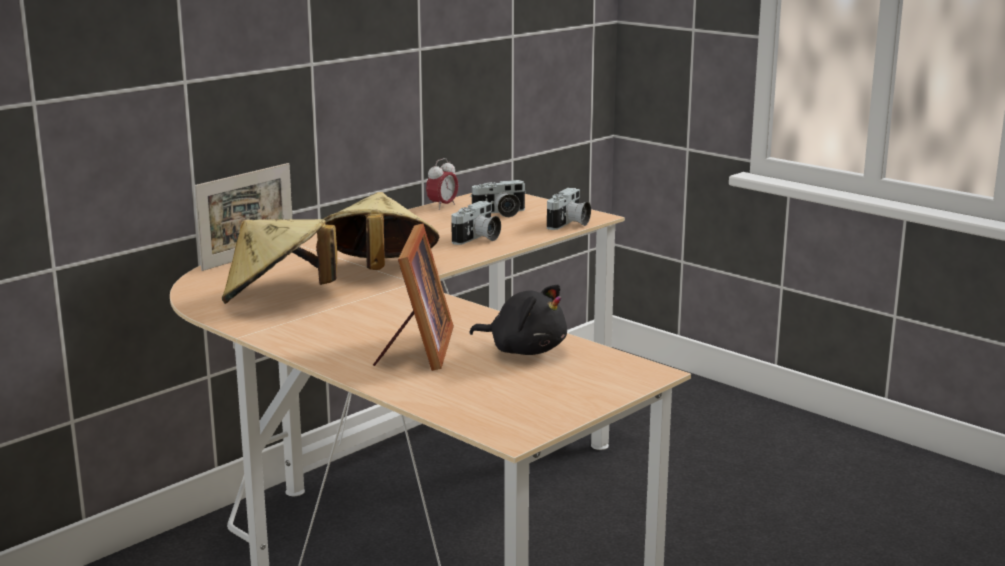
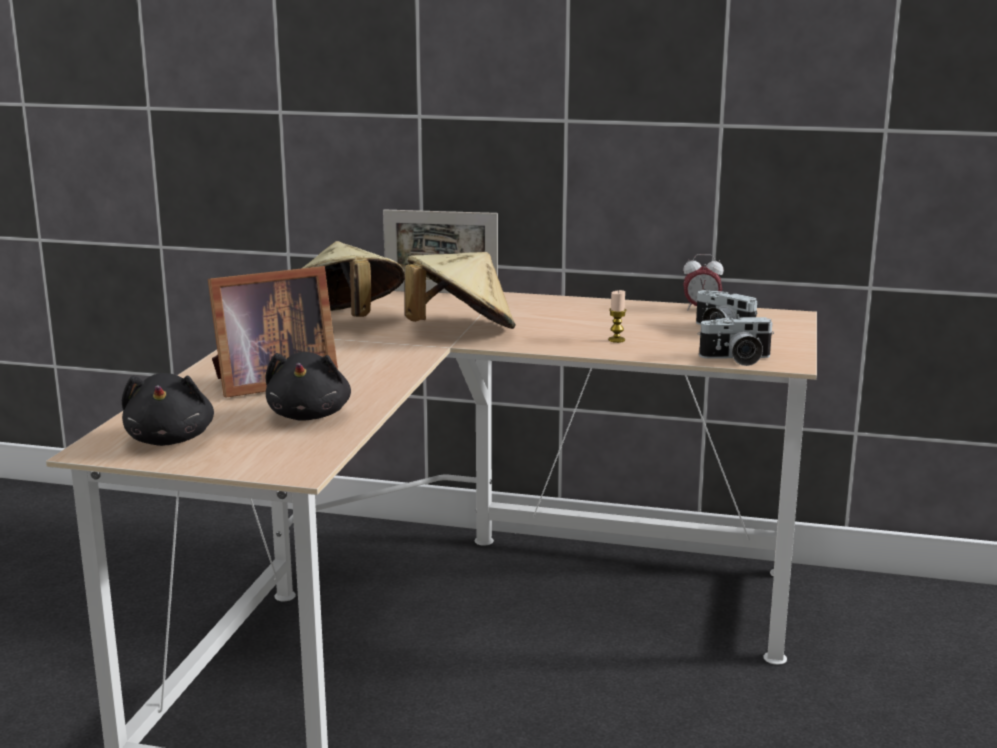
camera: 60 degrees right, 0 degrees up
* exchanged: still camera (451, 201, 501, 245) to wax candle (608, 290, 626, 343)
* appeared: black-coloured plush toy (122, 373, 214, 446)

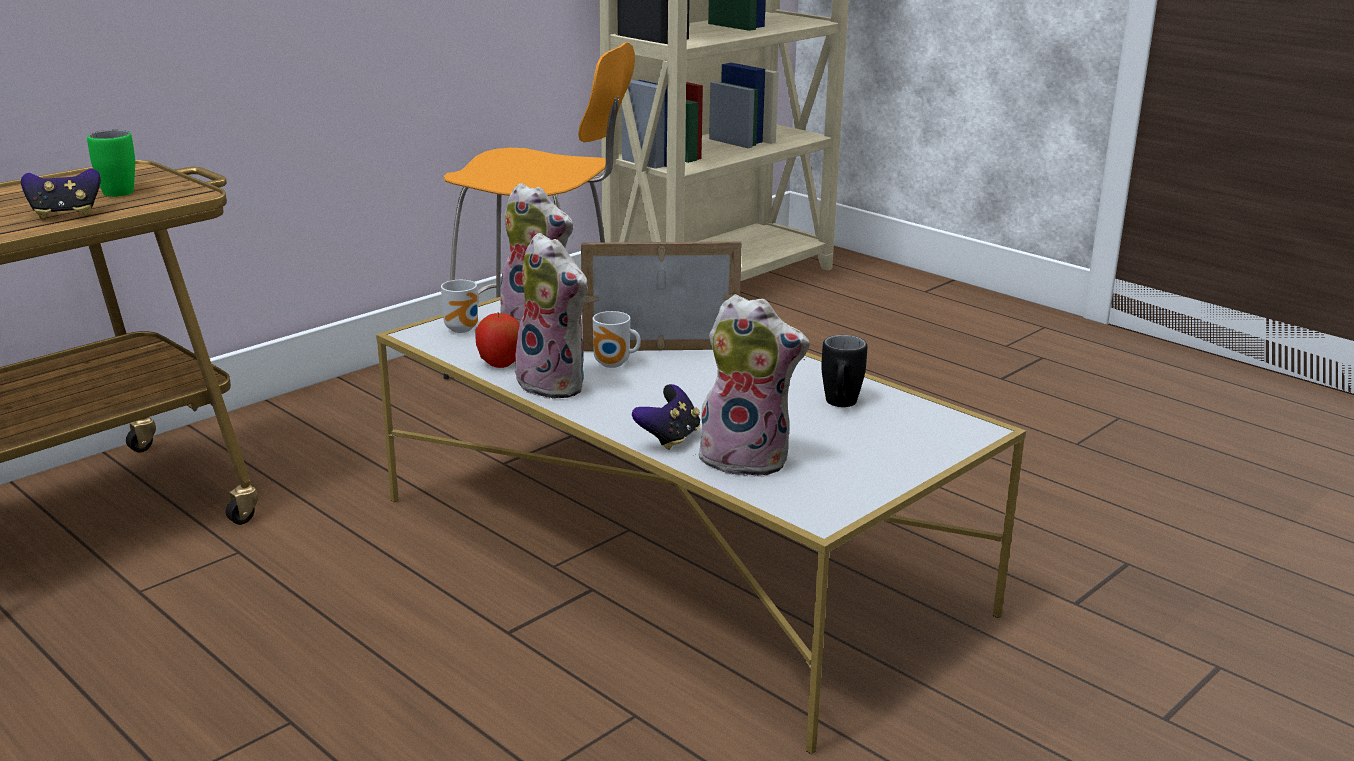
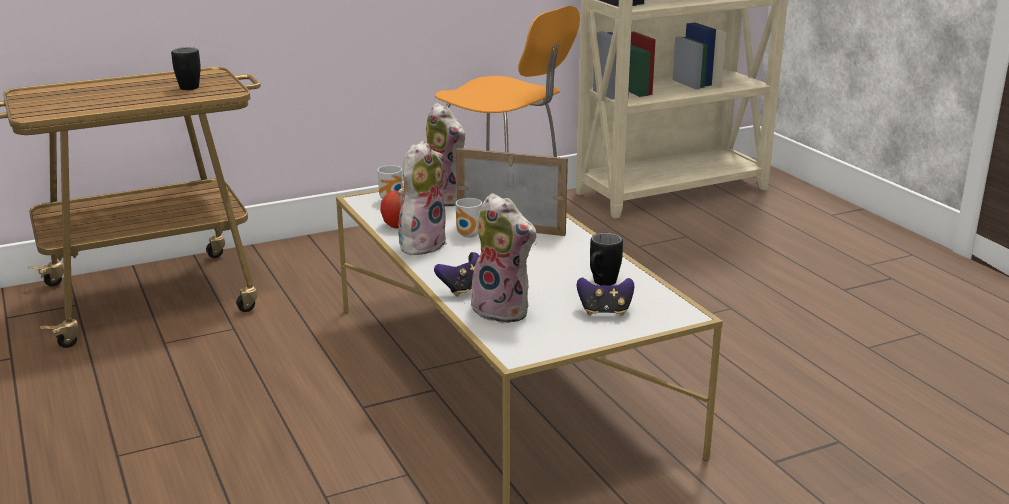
camera: 20 degrees right, 0 degrees up
* relocated: joypad (21, 169, 101, 219) to (577, 277, 634, 316)
* colour: greenish mug (87, 130, 135, 197) to black-coloured mug (171, 47, 201, 90)
* spun: plush toy (508, 233, 589, 399) = (398, 140, 447, 255) 120 degrees counterclockwise

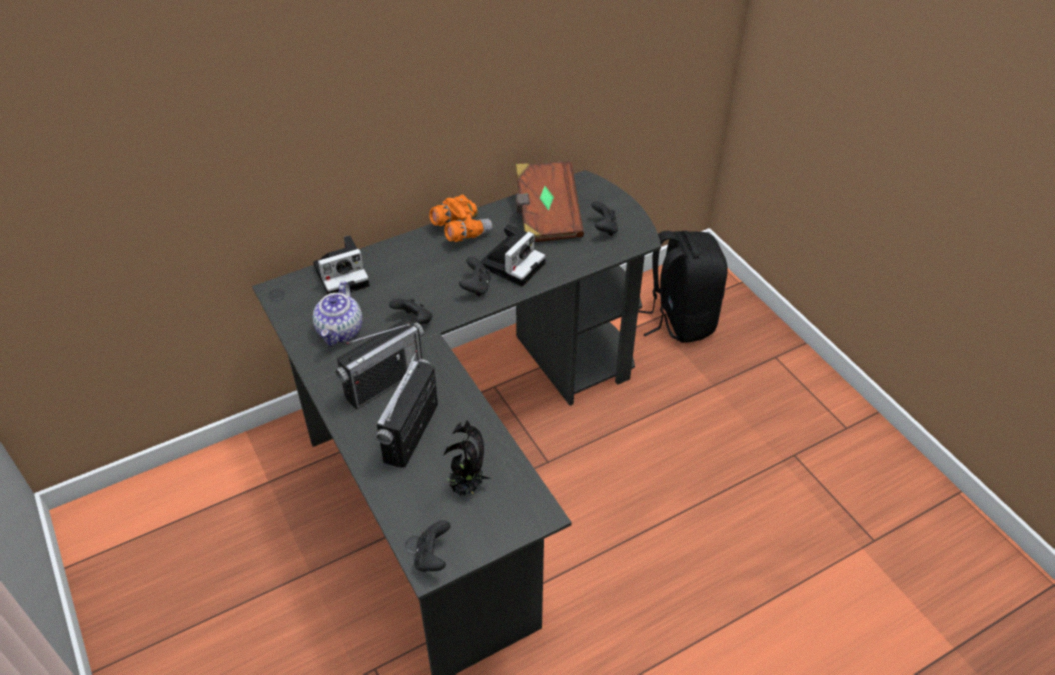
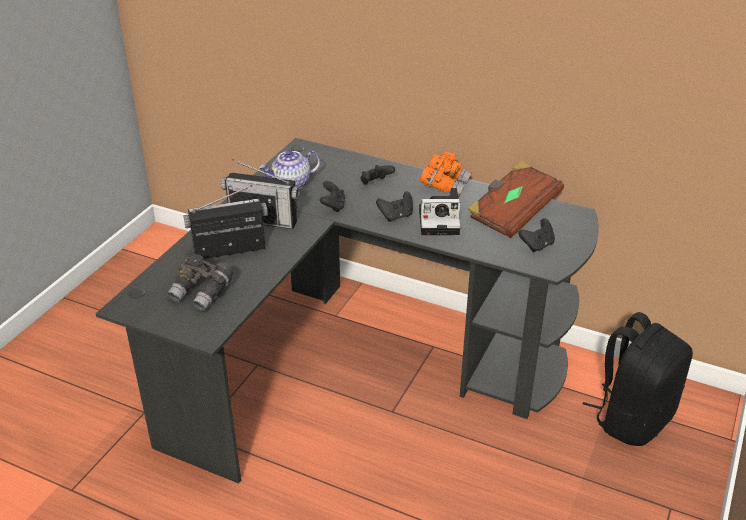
camera: 55 degrees right, 10 degrees down
* missing: still camera (313, 235, 370, 295)
* relocated: black-coloured joypad (414, 520, 450, 572) to (360, 165, 395, 185)
* exchanged: plant in a pot (442, 421, 491, 496) to grey binoculars (167, 254, 233, 311)

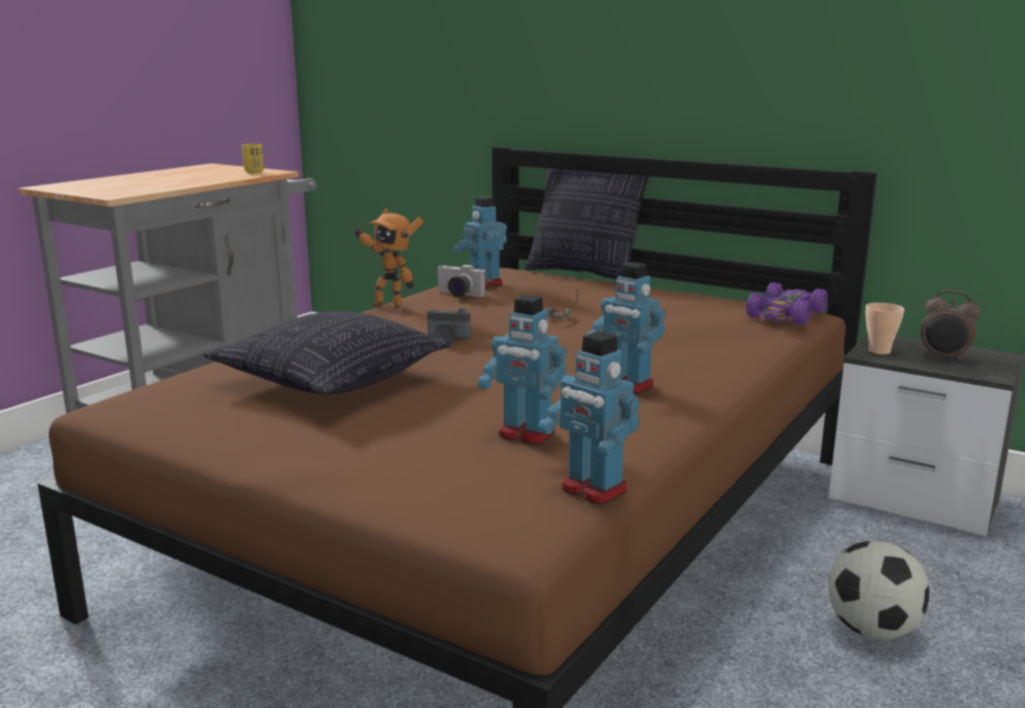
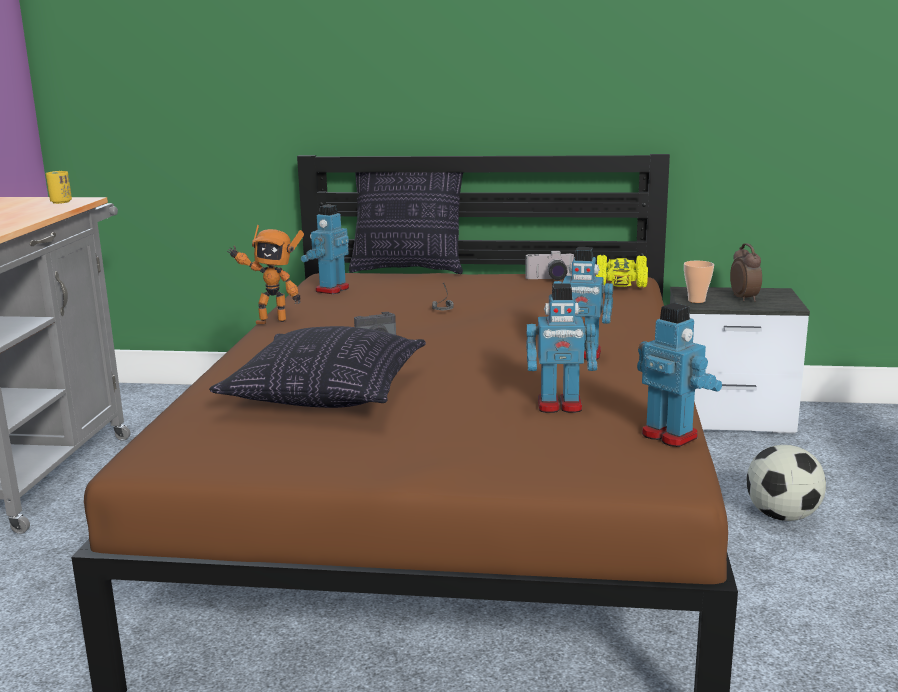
camera: 25 degrees left, 0 degrees up
* relocated: still camera (437, 264, 486, 297) to (525, 251, 575, 280)
* spun: model robot (538, 331, 640, 504) = (637, 303, 722, 447) 150 degrees counterclockwise
* colour: purplish toy car (746, 282, 828, 326) to yellow toy car (596, 255, 648, 287)
* spun: alarm clock (921, 290, 980, 362) = (730, 243, 762, 302) 105 degrees counterclockwise

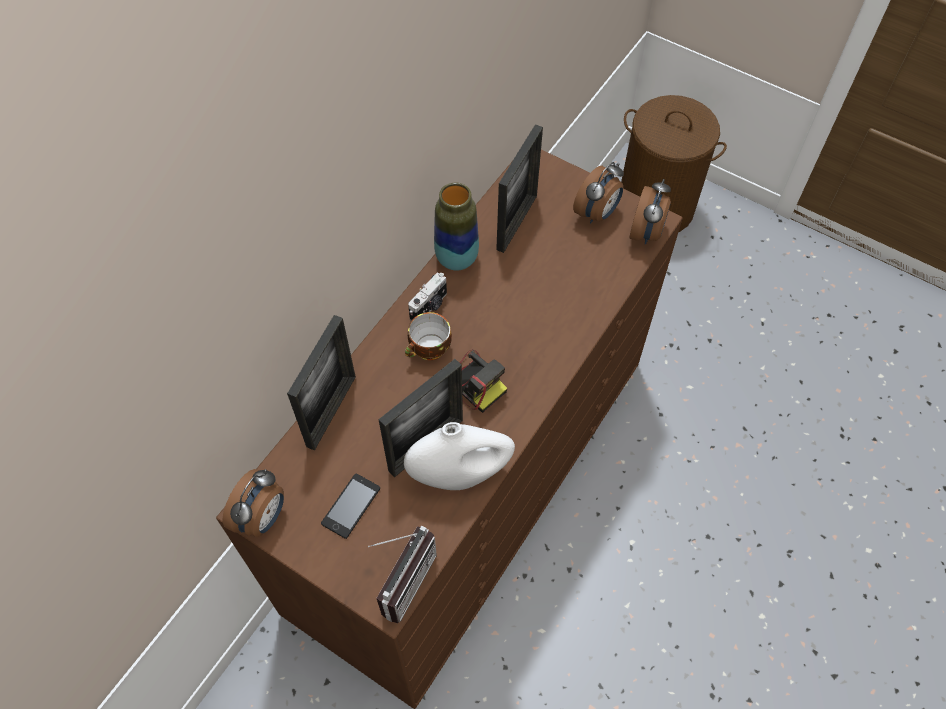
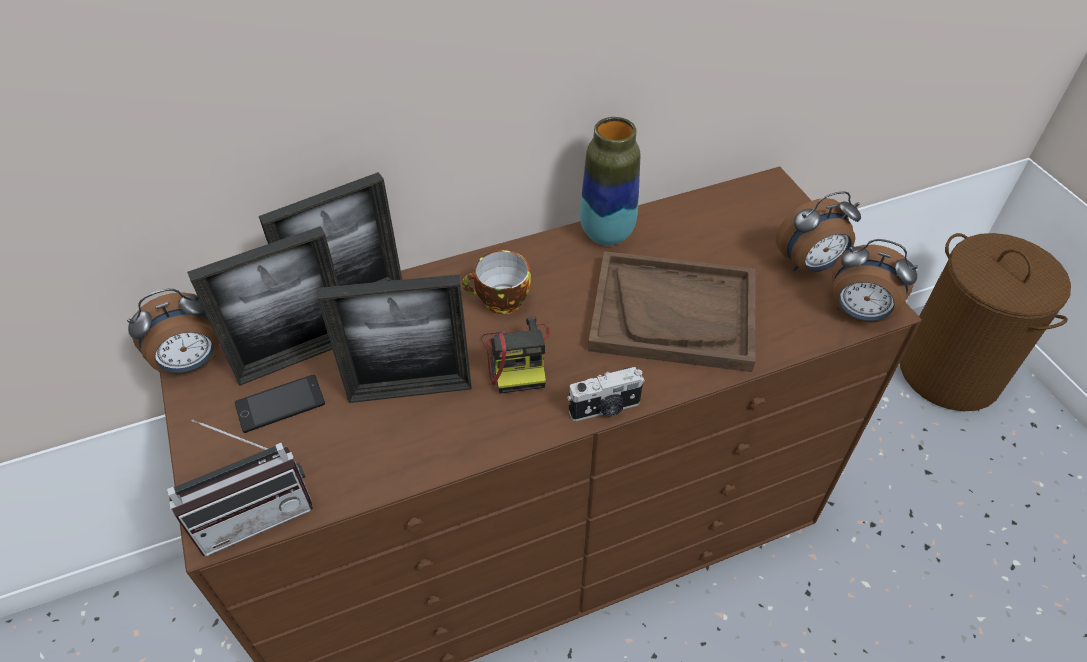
camera: 35 degrees right, 10 degrees down
* missing: white-coloured decorative vase (404, 422, 515, 490)
* relocated: still camera (408, 272, 447, 321) to (567, 367, 645, 421)
* relocated: photo frame (496, 124, 543, 253) to (187, 226, 339, 386)
* spun: alarm clock (629, 179, 671, 245) = (832, 239, 918, 323) 60 degrees clockwise
* appeared: brownish carrying tray (588, 251, 756, 372)

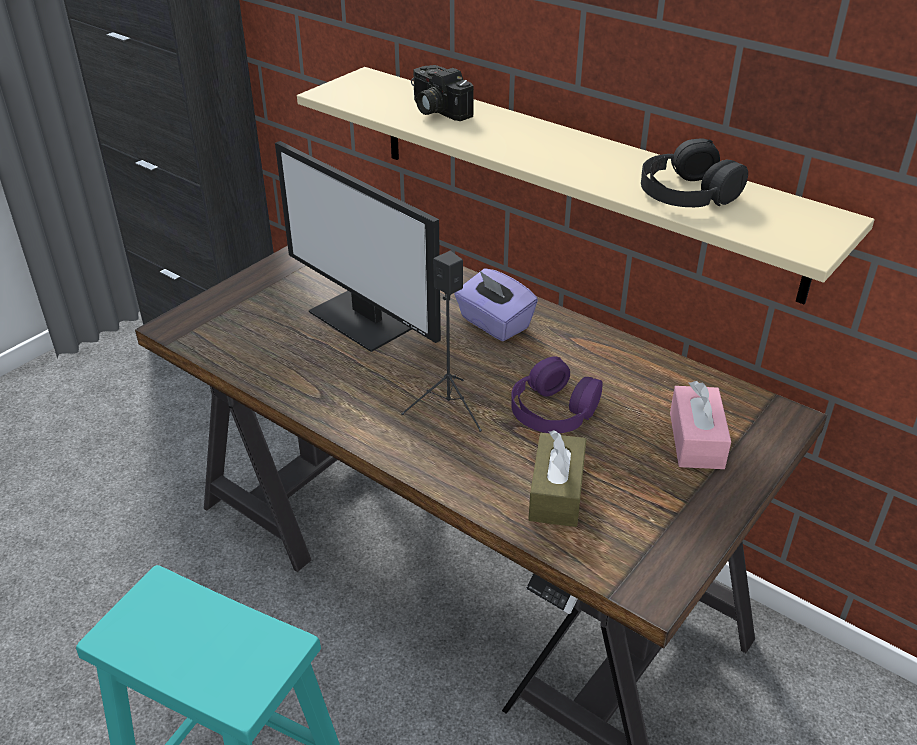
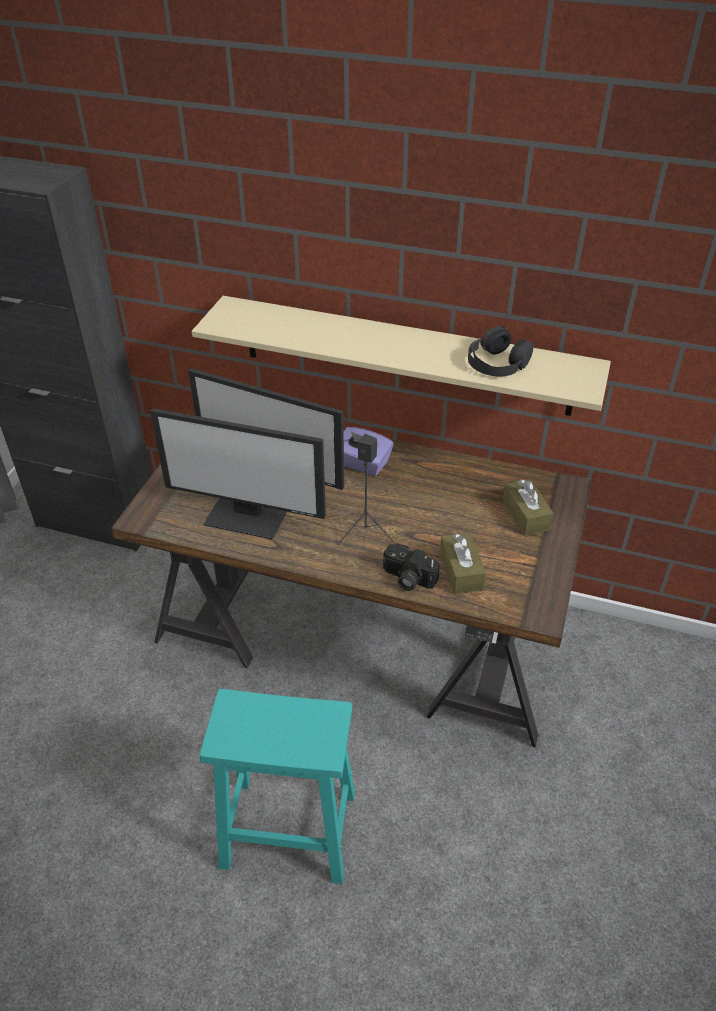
camera: 20 degrees left, 5 degrees up
* relocated: still camera (411, 65, 474, 121) to (382, 543, 440, 591)
* missing: purplish pair of headphones (511, 356, 603, 433)
* colour: pink box of tissues (670, 381, 731, 469) to brownish box of tissues (503, 479, 554, 536)
* appeared: computer screen (150, 408, 326, 540)

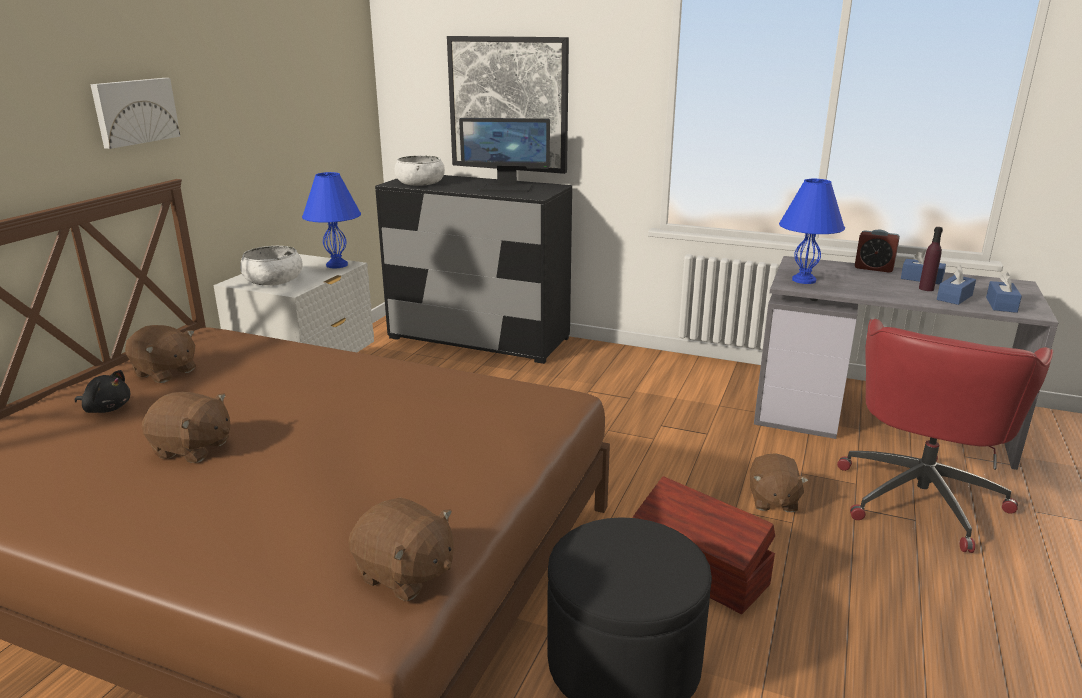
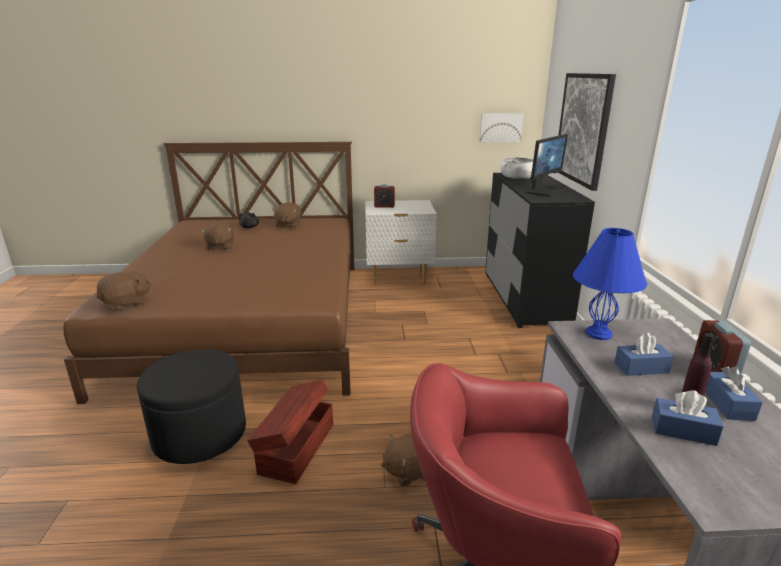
camera: 65 degrees right, 0 degrees up
* relocated: wall picture (90, 78, 180, 149) to (479, 113, 524, 142)
* exchanged: white-coloured serving bowl (240, 246, 303, 286) to alarm clock (374, 184, 395, 208)
* missing: bluish table lamp (302, 172, 361, 268)
* spun: brownish plush toy (348, 497, 453, 601) = (97, 270, 152, 312) 135 degrees counterclockwise
* spun: computer screen (459, 118, 550, 192) = (527, 134, 568, 197) 120 degrees counterclockwise
* relocated: bluish box of tissues (986, 271, 1022, 313) to (614, 333, 674, 376)

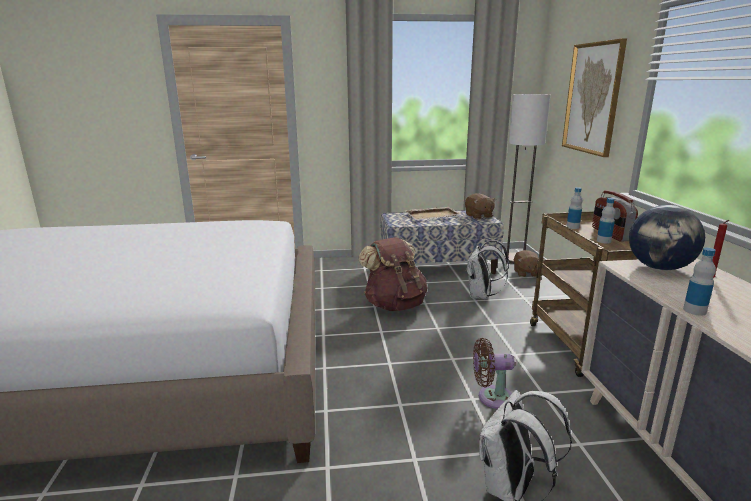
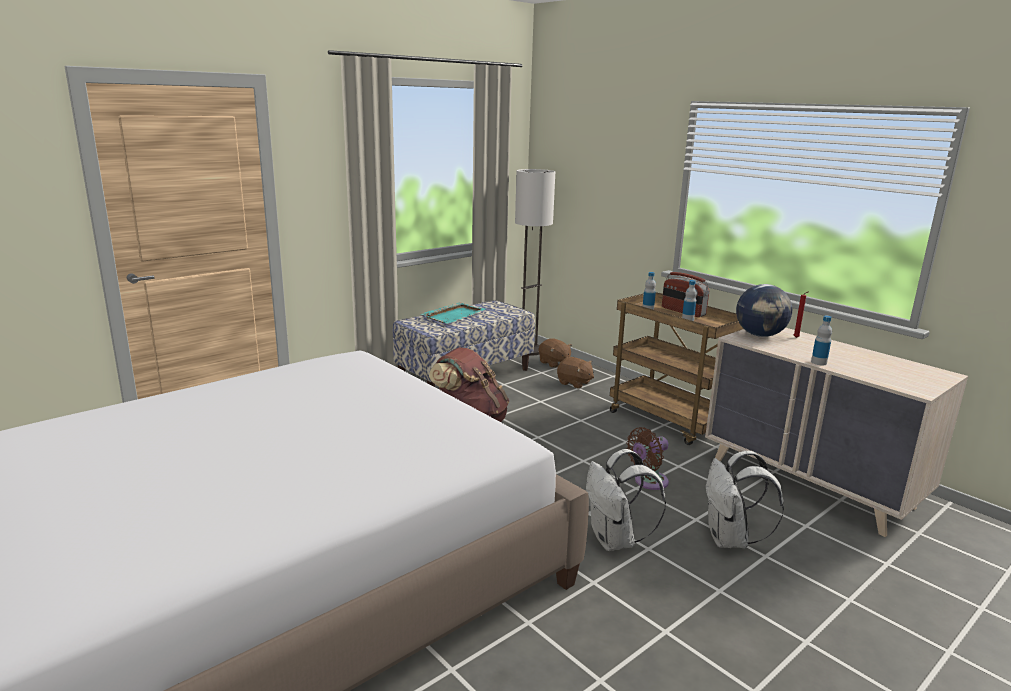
camera: 35 degrees left, 0 degrees up
* colour: sand-coloured carrying tray (406, 207, 461, 220) to blue-green carrying tray (421, 302, 485, 323)
* relocated: brownish plush toy (465, 193, 496, 219) to (557, 357, 594, 389)
* relocated: white-coloured rucksack (466, 240, 509, 300) to (586, 449, 666, 551)
* missing: wall picture (562, 38, 627, 157)

